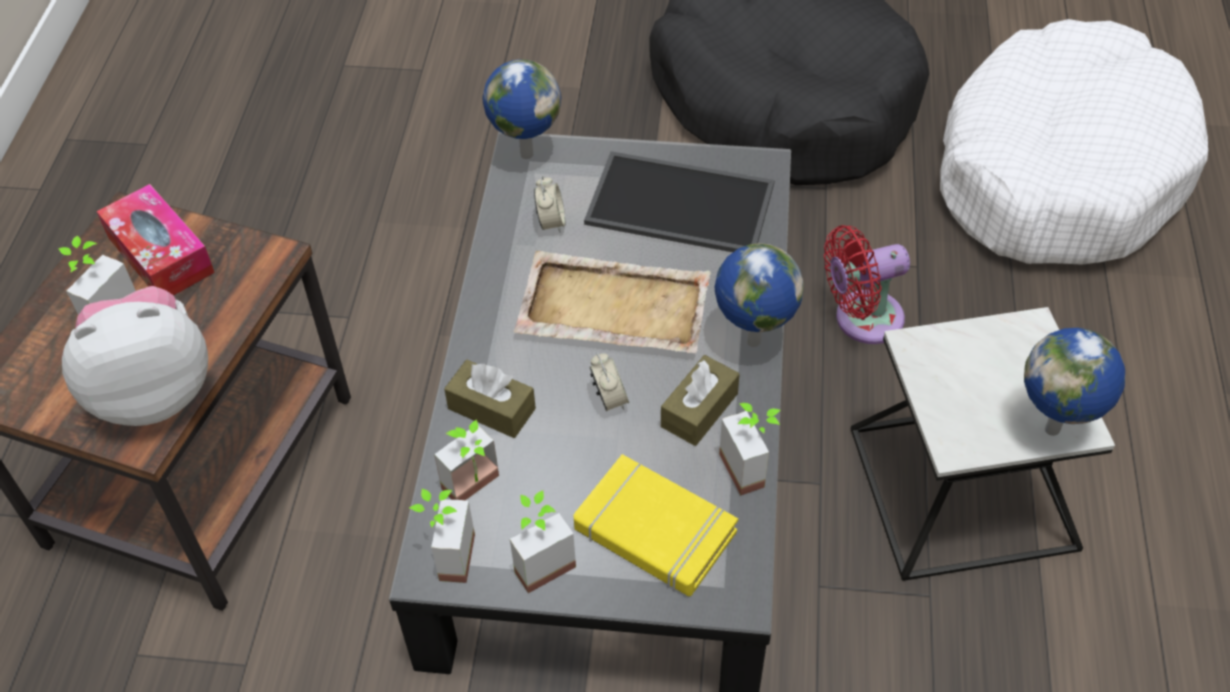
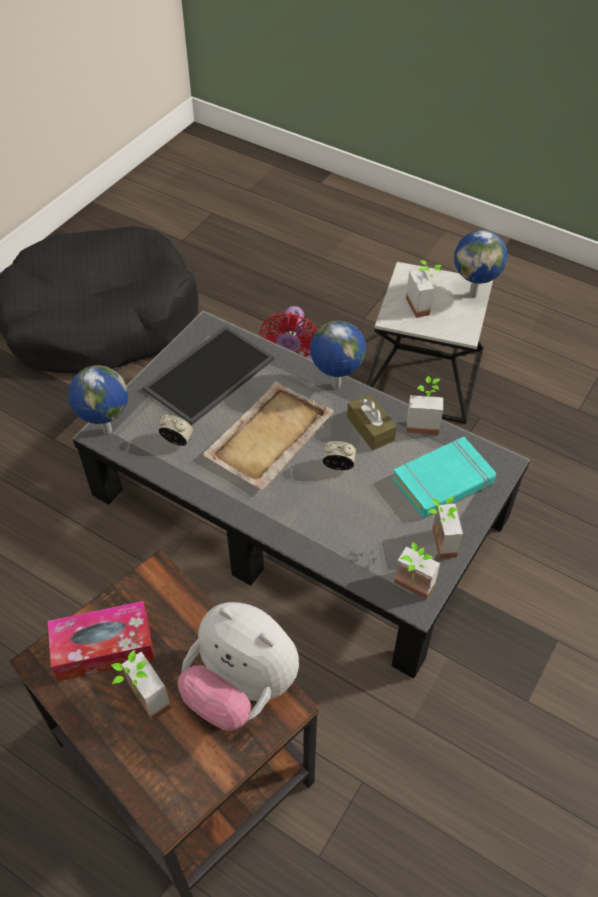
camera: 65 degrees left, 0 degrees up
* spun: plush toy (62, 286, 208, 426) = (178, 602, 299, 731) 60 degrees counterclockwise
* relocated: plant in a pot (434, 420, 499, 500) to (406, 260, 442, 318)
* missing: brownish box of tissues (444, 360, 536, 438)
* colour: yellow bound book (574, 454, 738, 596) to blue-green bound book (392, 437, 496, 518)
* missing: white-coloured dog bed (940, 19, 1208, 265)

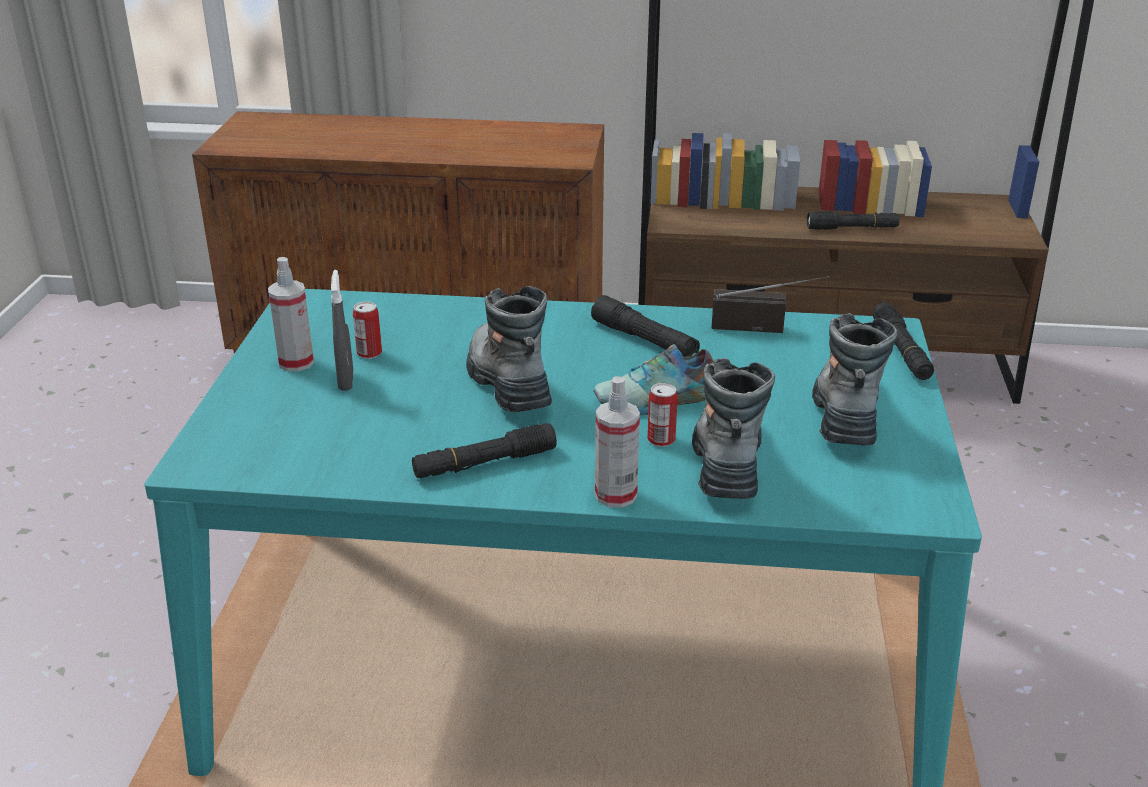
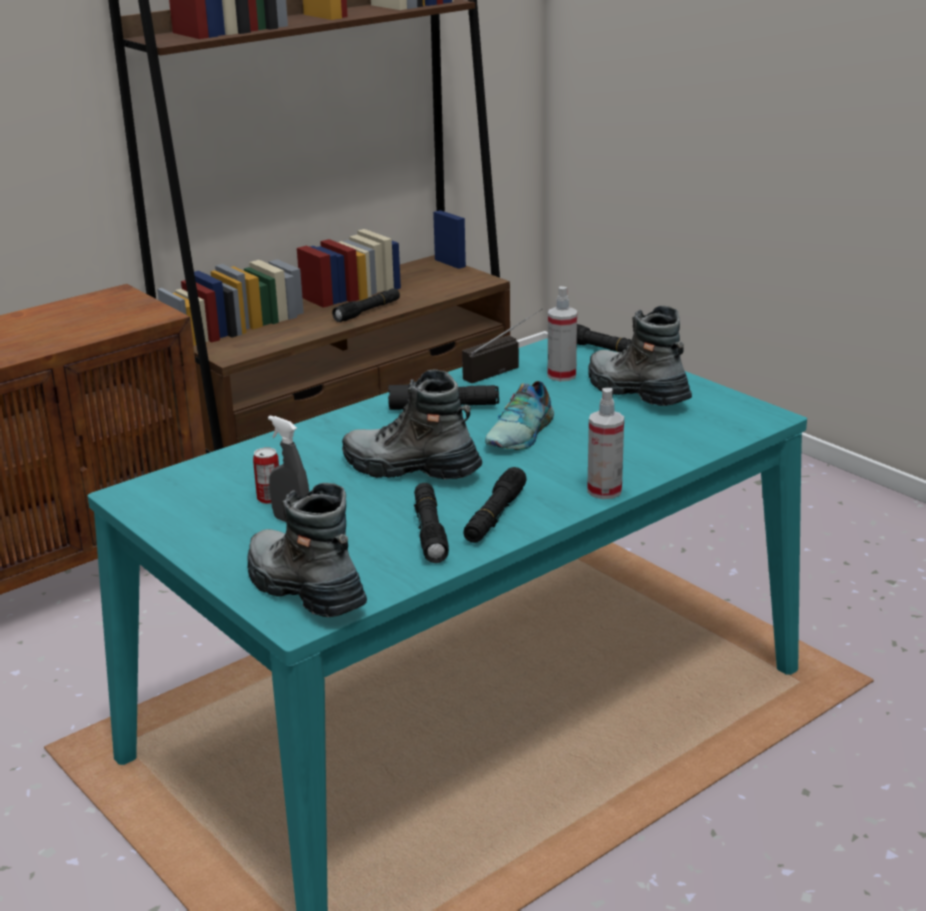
camera: 45 degrees left, 5 degrees down
* relocated: sprayer (268, 257, 314, 371) to (548, 286, 577, 382)
* missing: metal can (647, 383, 678, 447)
* relocated: boot (692, 358, 775, 499) to (248, 483, 367, 617)
* appeared: black-coloured torch (414, 483, 449, 563)

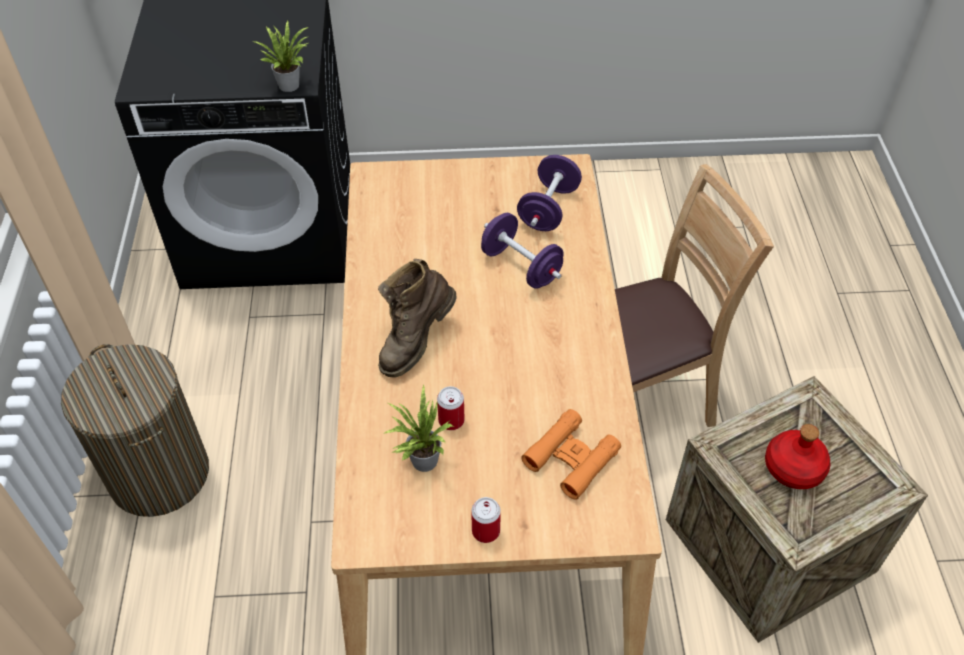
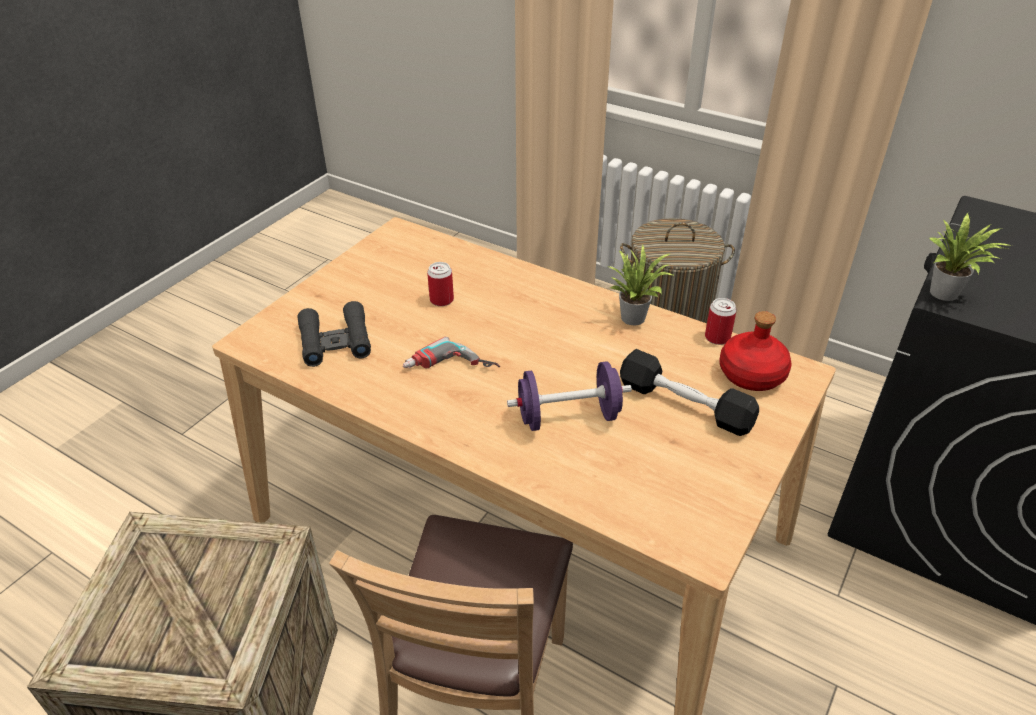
camera: 125 degrees right, 10 degrees down
* missing: brownish boot (378, 259, 457, 378)
* relocated: plant in a pot (382, 385, 453, 472) to (607, 245, 673, 325)
* relocated: metal can (471, 497, 501, 543) to (705, 298, 737, 345)
* missing: purplish dumbbell (517, 155, 582, 231)
* colour: orangey binoculars (521, 409, 621, 500) to black-coloured binoculars (297, 301, 371, 367)
* relocated: red-coloured drink bottle (765, 424, 831, 489) to (719, 311, 792, 391)
* appeared: drill (403, 337, 500, 369)
* appeared: black-coloured dumbbell (620, 349, 759, 436)

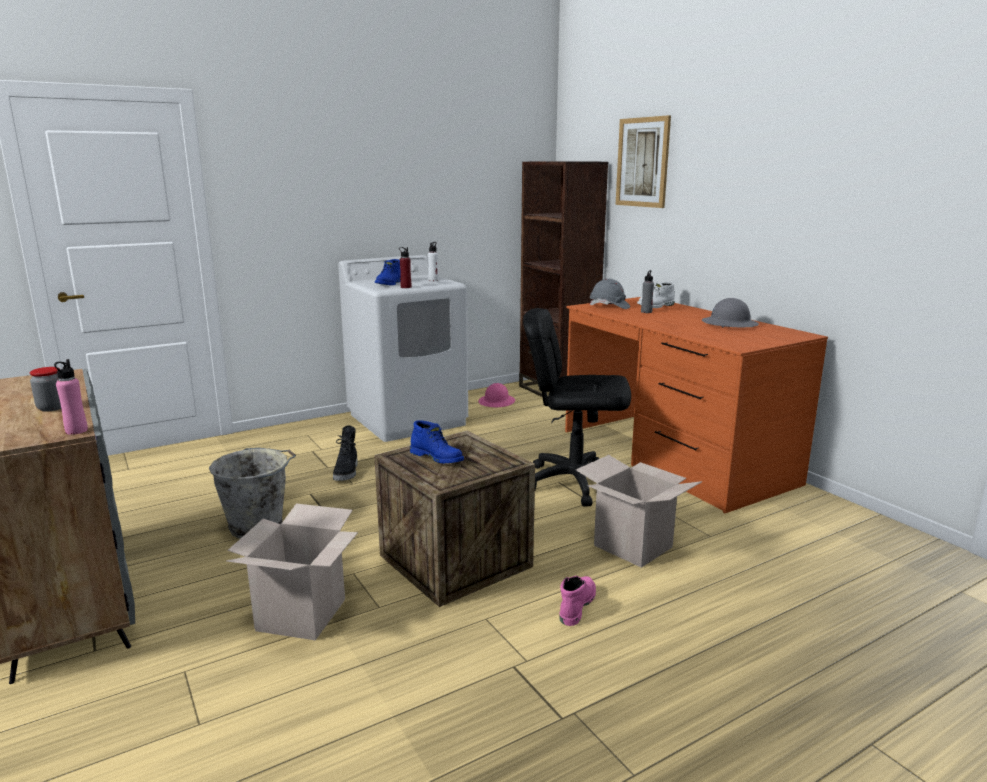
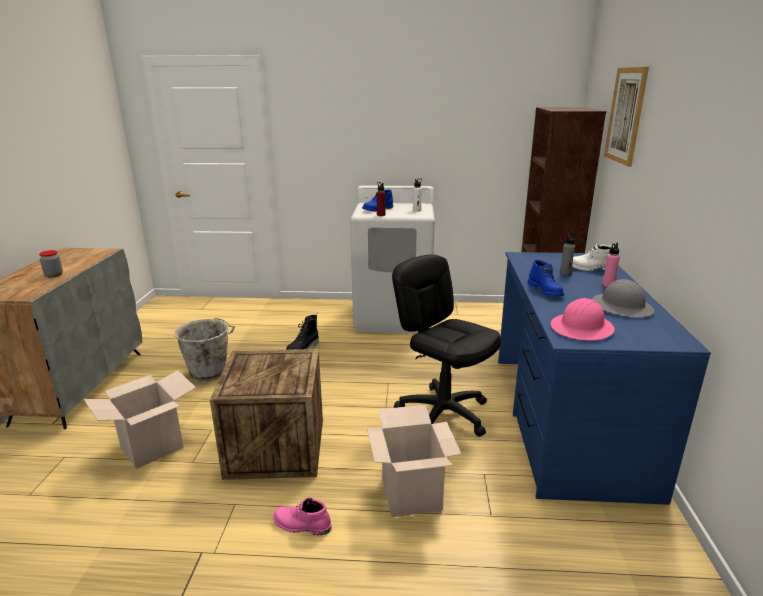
camera: 35 degrees right, 5 degrees up
* relocated: pink drink bottle (54, 359, 88, 435) to (602, 243, 620, 287)
* relocated: bluish boot (410, 420, 464, 463) to (527, 260, 564, 296)
* relocated: pink hard hat (479, 383, 515, 407) to (550, 298, 615, 340)
* spun: pink boot (559, 576, 596, 626) = (273, 497, 332, 535) 135 degrees counterclockwise
* colour: orangey desk (565, 297, 828, 513) to bluish desk (498, 252, 711, 505)
* missing: grey hard hat (590, 279, 630, 309)

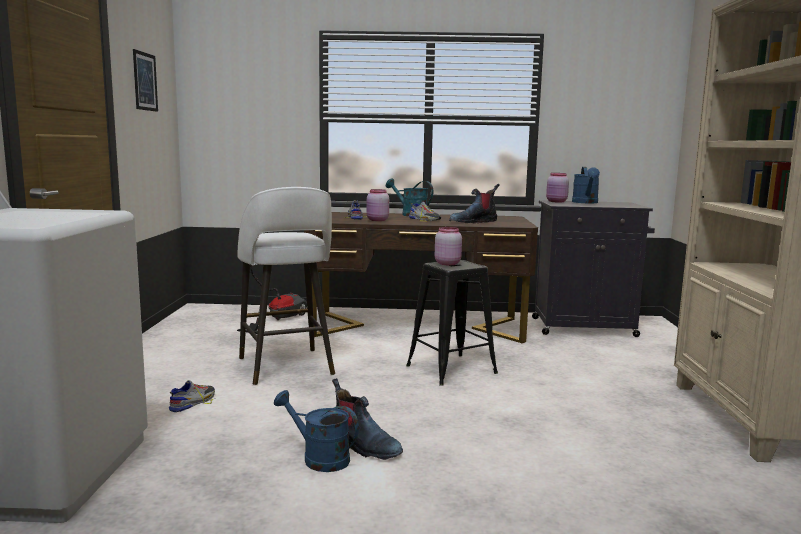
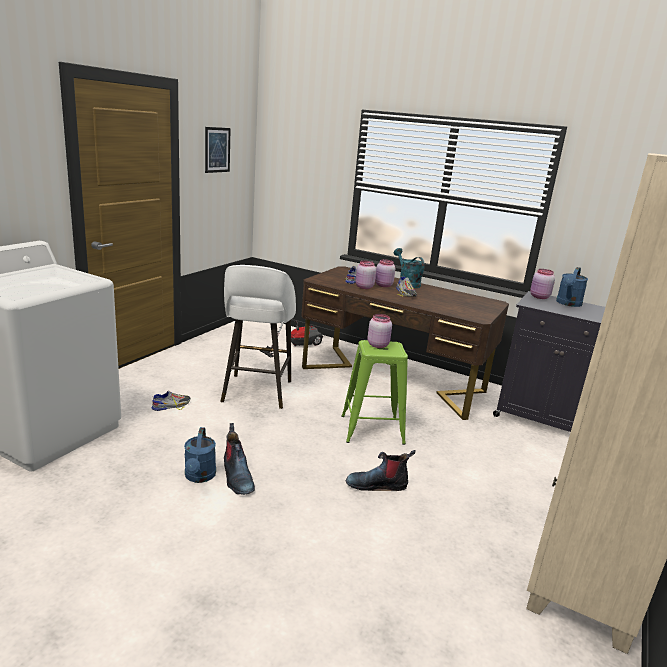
camera: 25 degrees right, 10 degrees up
* spun: bluish sprinkling can (274, 390, 359, 472) = (184, 427, 216, 483) 150 degrees counterclockwise
* colour: black-coloured sitting stool (406, 260, 498, 386) to greenish sitting stool (341, 340, 408, 445)
* relocated: boot (449, 184, 500, 223) to (346, 450, 416, 491)
* appeared: pink storage jar (375, 259, 395, 287)

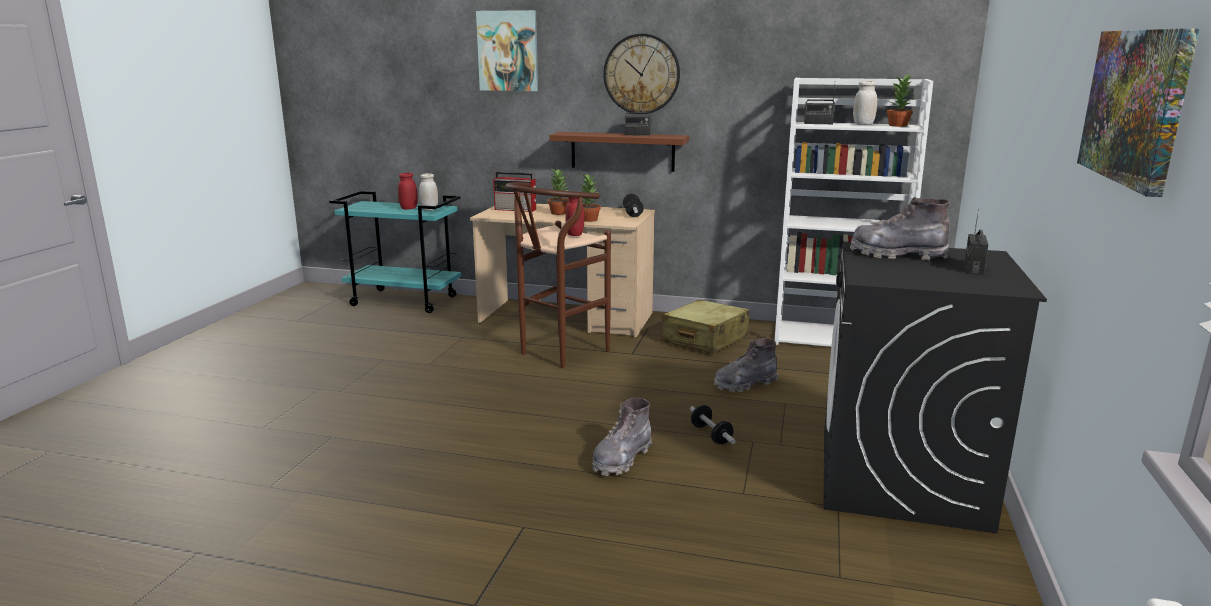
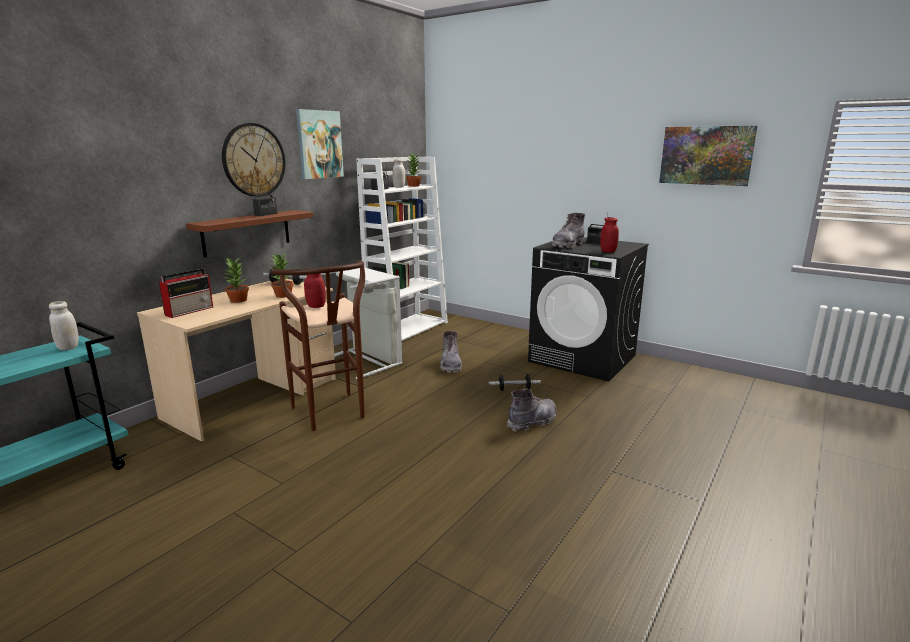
camera: 70 degrees left, 0 degrees up
* relocated: red-coloured storage jar (398, 173, 418, 210) to (600, 217, 619, 253)
* relocated: wall picture (476, 10, 538, 91) to (296, 109, 344, 179)
* spun: grey boot (592, 397, 652, 476) = (507, 389, 557, 432) 90 degrees counterclockwise
* exchanged: sand-coloured piece of luggage (661, 299, 750, 354) to grey laundry basket (320, 268, 402, 380)

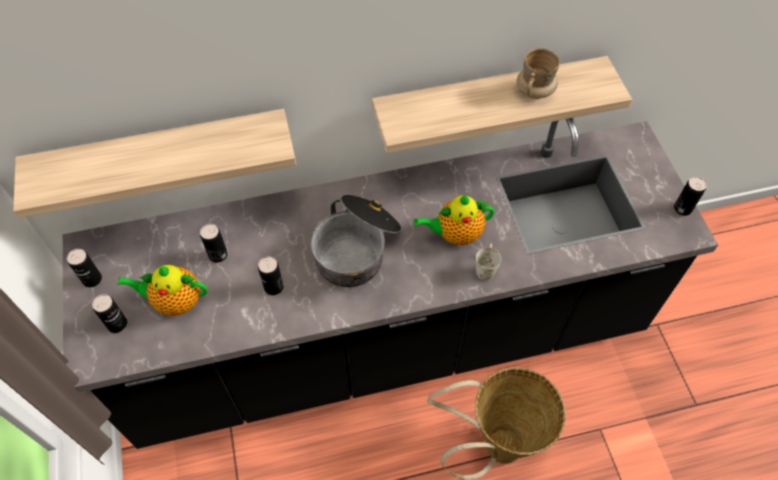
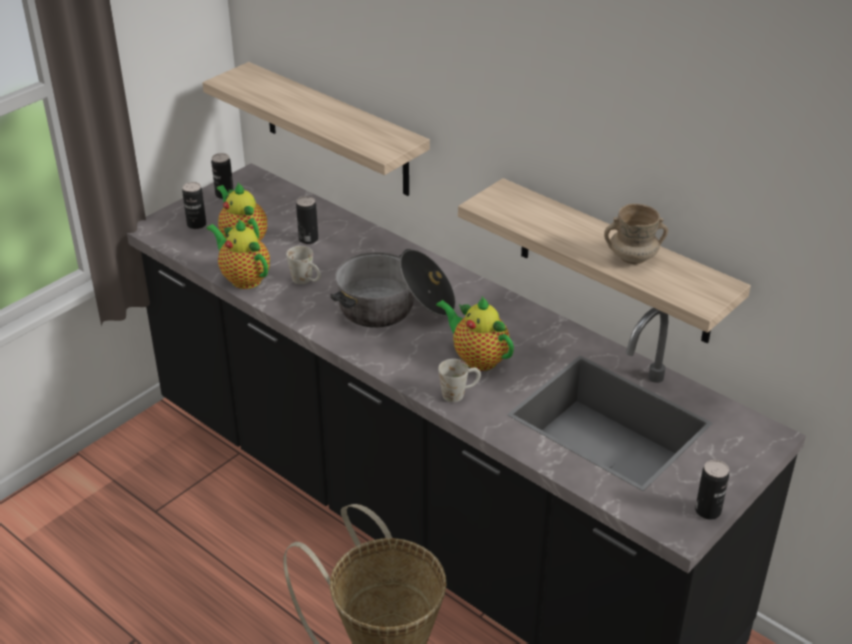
camera: 55 degrees right, 20 degrees down
* exchanged: metal can (258, 256, 283, 295) to white-coloured mug (286, 246, 321, 284)
* appeared: pot for tea (206, 219, 270, 289)

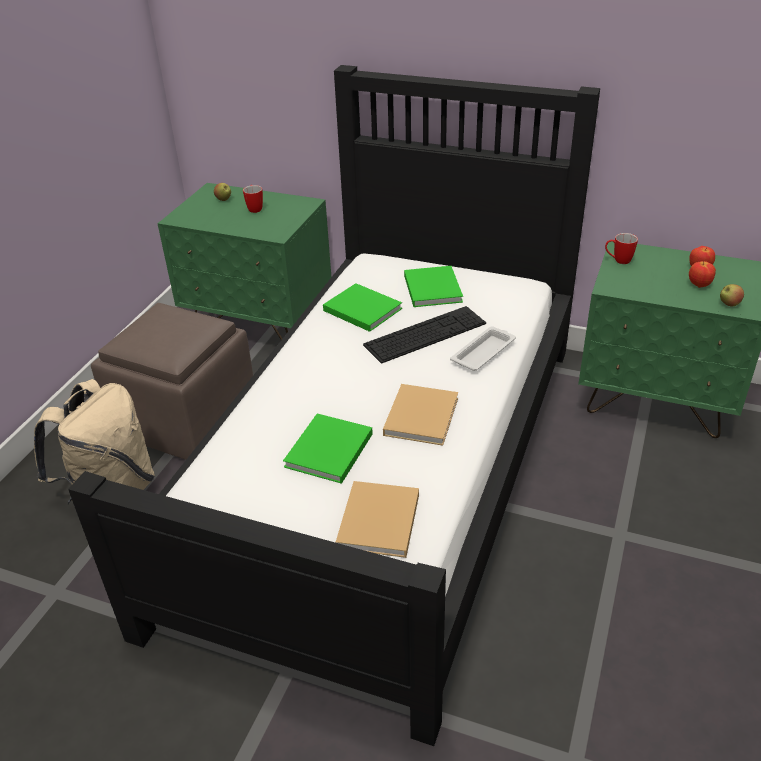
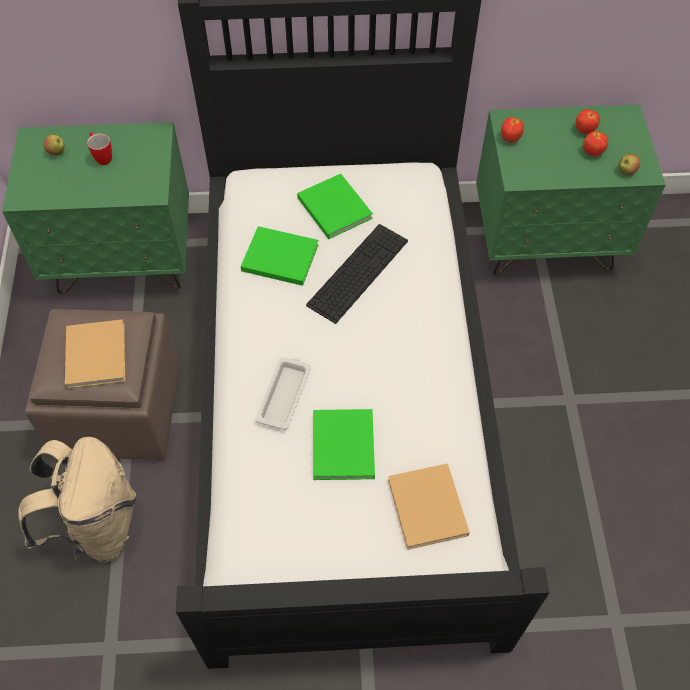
camera: 25 degrees left, 20 degrees up
* relocated: sand-coloured bound book (383, 384, 458, 446) to (65, 319, 125, 389)
* relocated: white-coloured carrying tray (450, 326, 516, 371) to (255, 357, 311, 430)
* exchanged: mug (605, 233, 638, 264) to apple fruit (501, 117, 524, 143)

